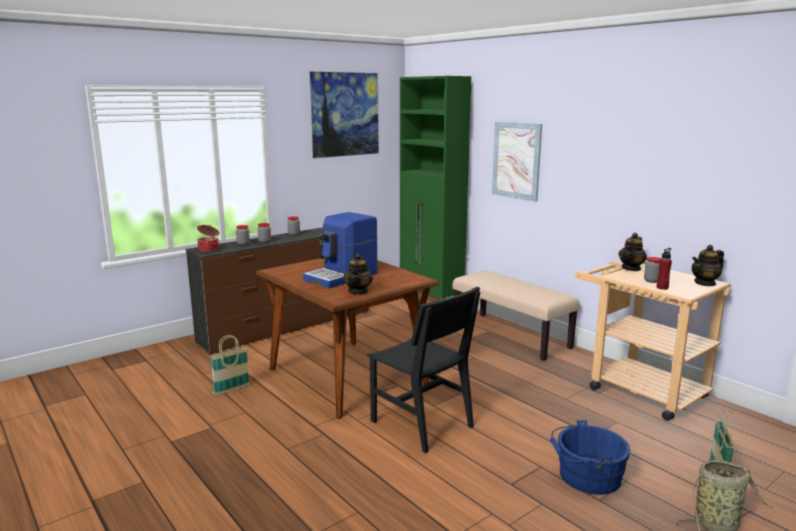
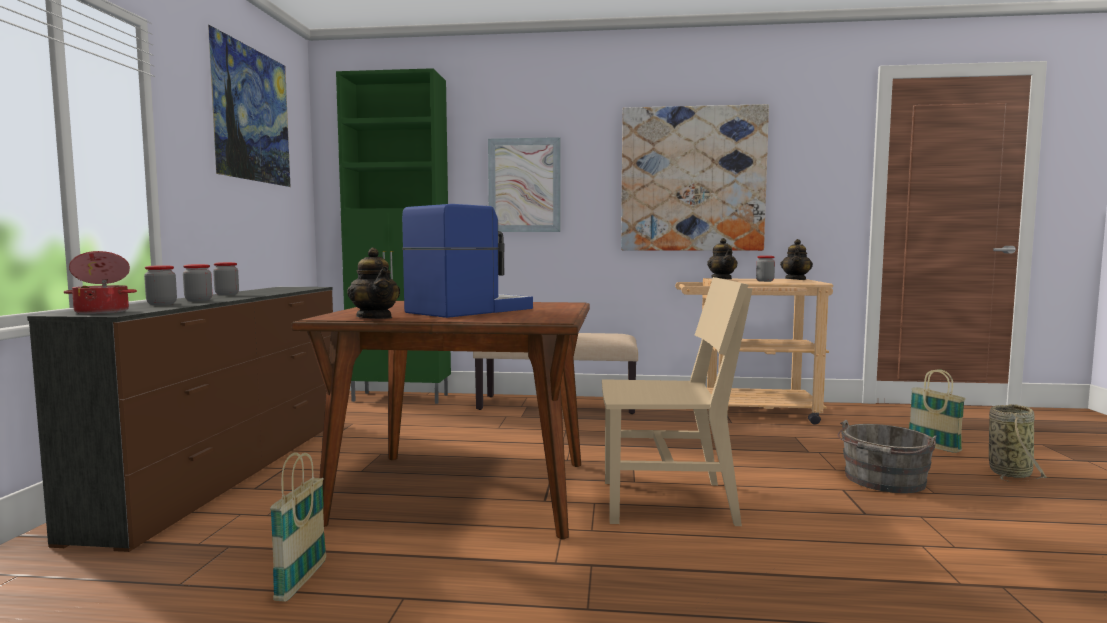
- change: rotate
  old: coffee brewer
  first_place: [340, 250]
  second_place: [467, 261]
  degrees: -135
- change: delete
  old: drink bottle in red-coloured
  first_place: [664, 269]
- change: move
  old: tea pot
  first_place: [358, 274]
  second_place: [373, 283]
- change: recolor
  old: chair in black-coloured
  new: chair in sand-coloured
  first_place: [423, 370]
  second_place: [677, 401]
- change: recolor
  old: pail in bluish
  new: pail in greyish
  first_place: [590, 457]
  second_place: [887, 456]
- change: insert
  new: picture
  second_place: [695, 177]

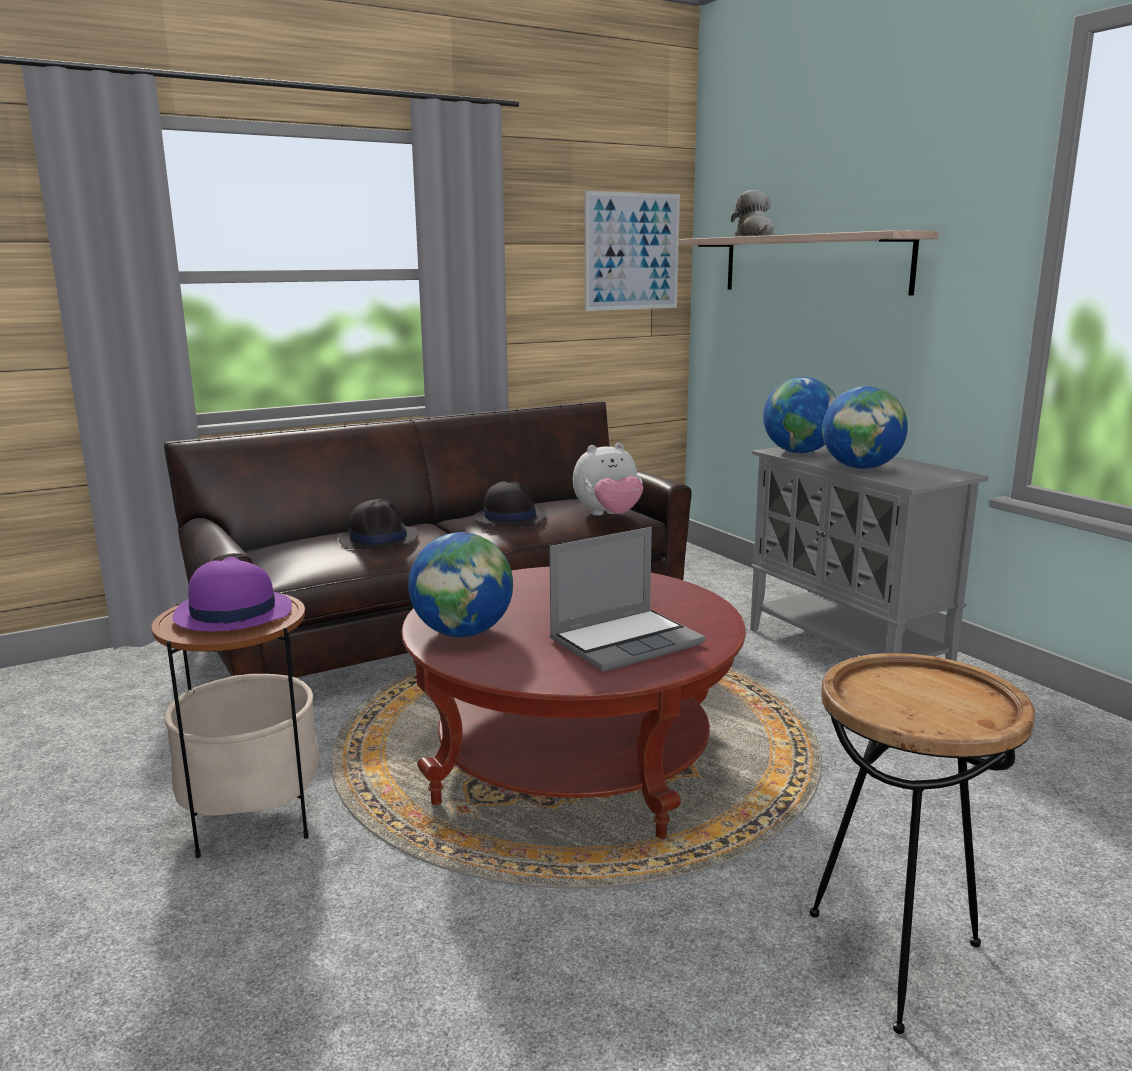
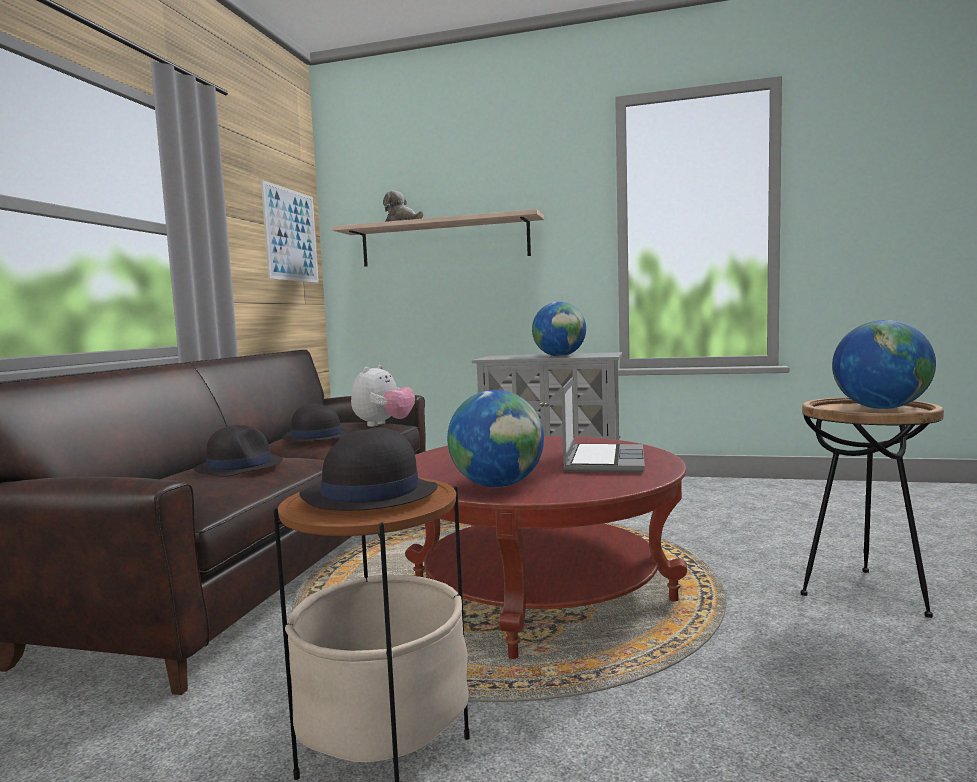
- change: move
  old: globe
  first_place: [800, 415]
  second_place: [884, 364]
- change: recolor
  old: clothing hat in purplish
  new: clothing hat in black-coloured
  first_place: [232, 594]
  second_place: [368, 469]

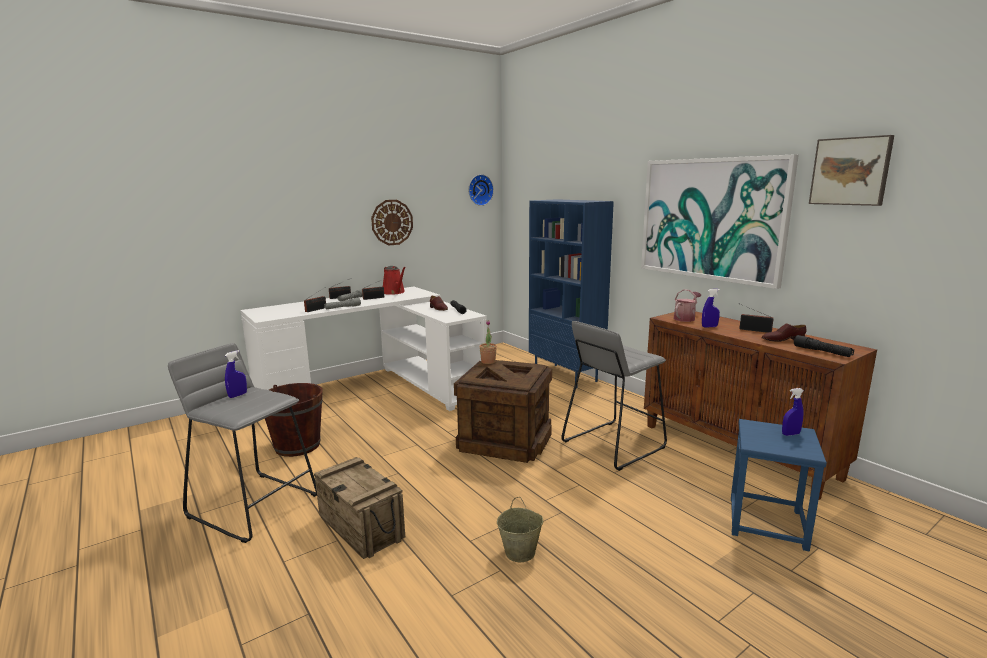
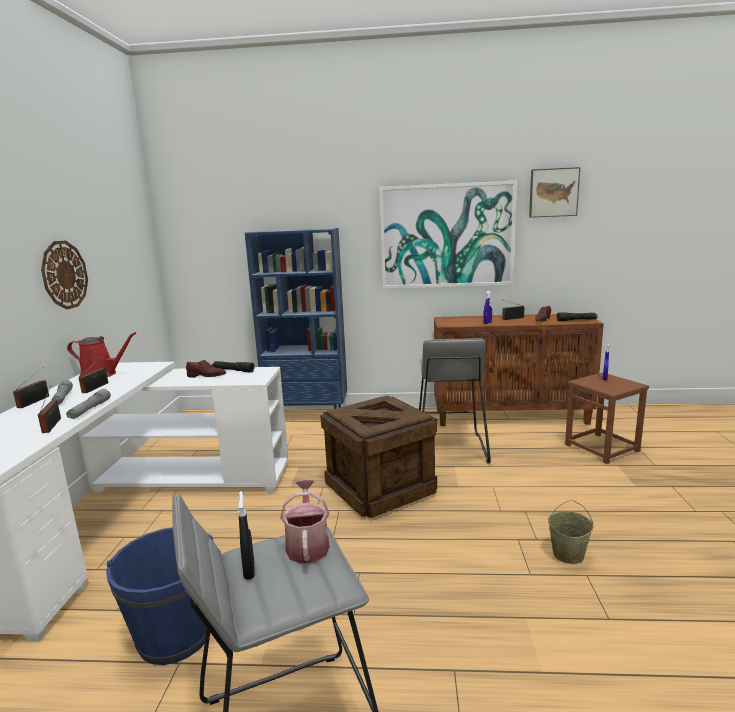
- change: delete
  old: wall clock
  first_place: [481, 190]
- change: move
  old: watering pot
  first_place: [687, 305]
  second_place: [305, 522]
- change: delete
  old: plant in a pot
  first_place: [488, 342]
- change: recolor
  old: hand sprayer in bluish
  new: hand sprayer in black-coloured
  first_place: [236, 374]
  second_place: [246, 535]
- change: recolor
  old: pail in brownish
  new: pail in bluish
  first_place: [294, 420]
  second_place: [160, 596]
- change: recolor
  old: sitting stool in bluish
  new: sitting stool in brownish
  first_place: [779, 485]
  second_place: [607, 418]
- change: delete
  old: shipping crate
  first_place: [359, 508]

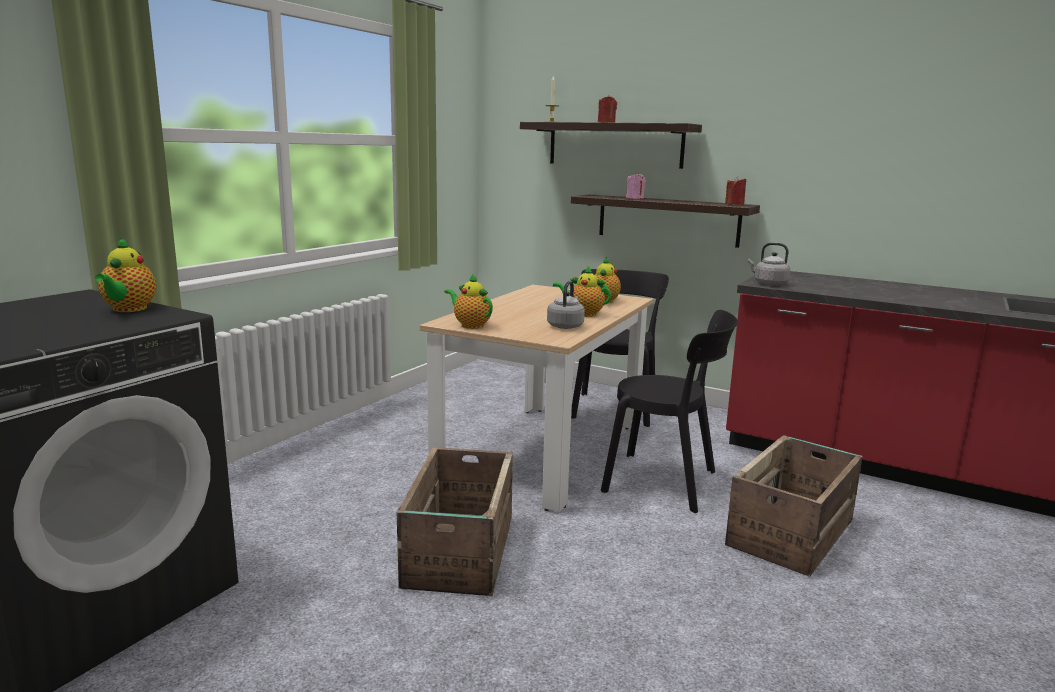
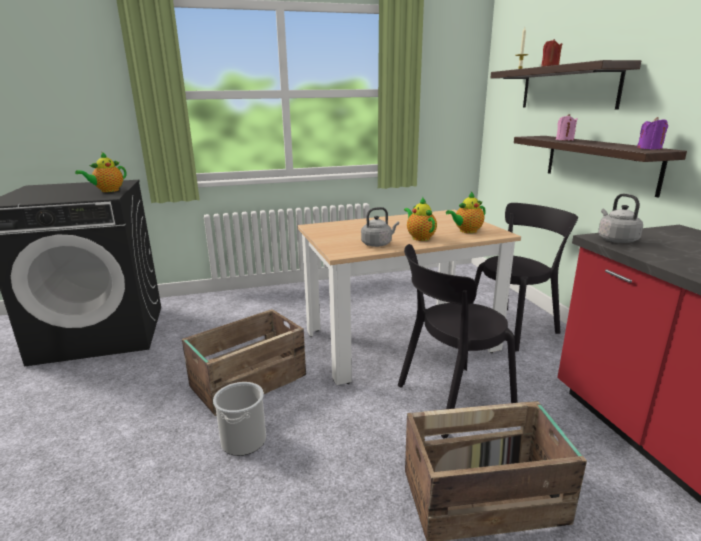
- change: recolor
  old: wax light in red-coloured
  new: wax light in purplish
  first_place: [736, 190]
  second_place: [652, 133]
- change: delete
  old: tea pot
  first_place: [468, 301]
- change: rotate
  old: chair in black-coloured
  first_place: [669, 411]
  second_place: [458, 341]
  degrees: 90
- change: insert
  new: pail
  second_place: [239, 419]

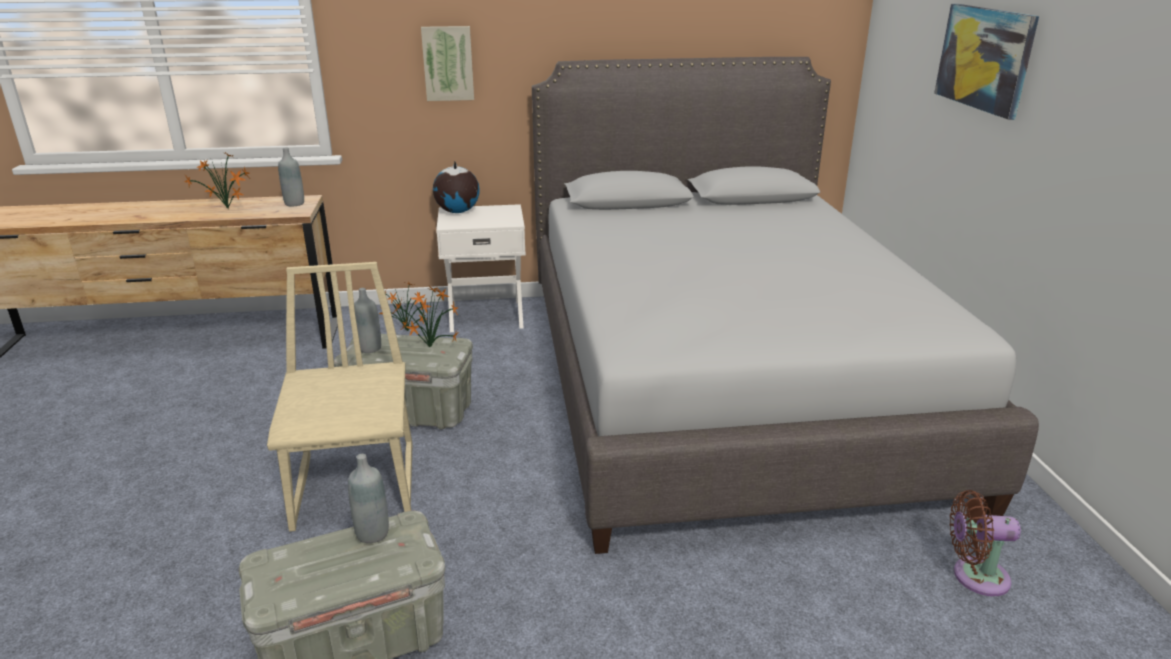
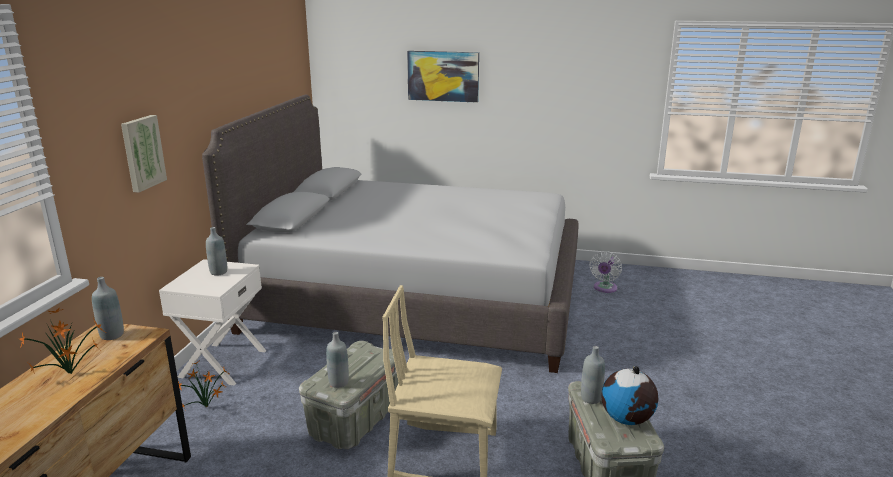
- change: move
  old: globe
  first_place: [456, 187]
  second_place: [630, 395]
- change: delete
  old: plant in a pot
  first_place: [425, 317]
- change: recolor
  old: cooling fan in brownish
  new: cooling fan in white-coloured
  first_place: [985, 543]
  second_place: [606, 272]
- change: insert
  new: drink bottle in greyish
  second_place: [216, 251]

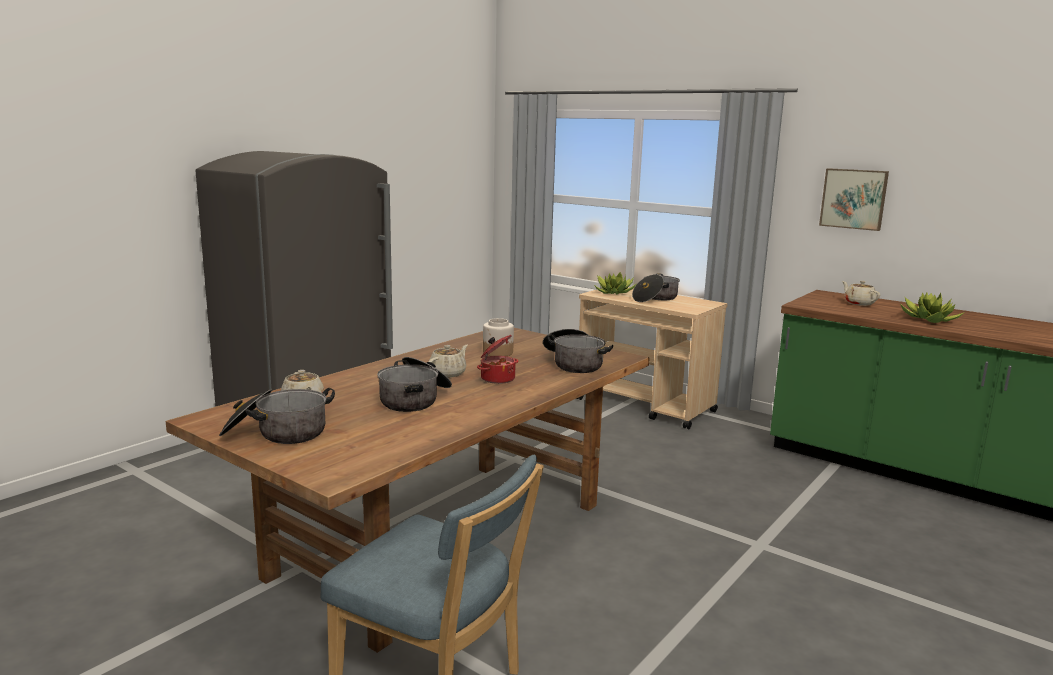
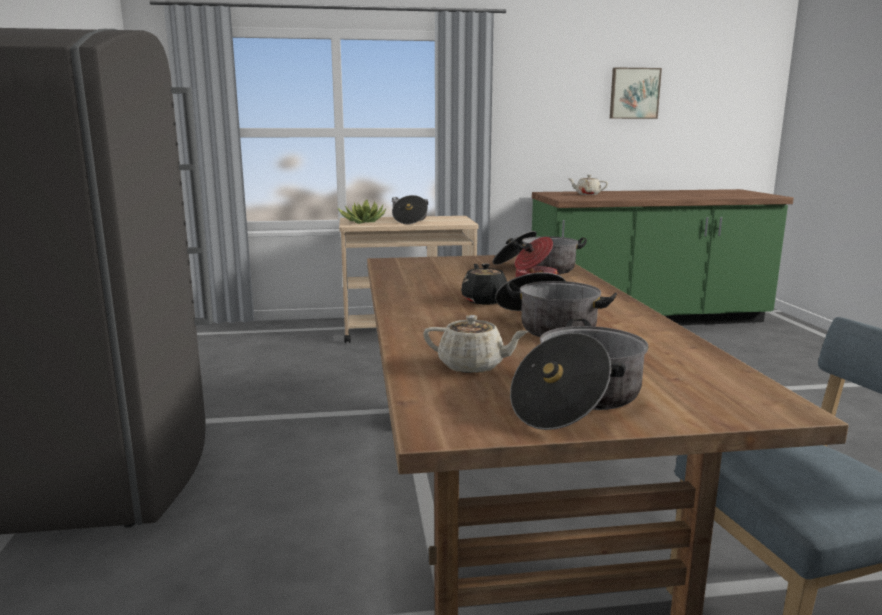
- change: move
  old: picture
  first_place: [854, 199]
  second_place: [636, 93]
- change: delete
  old: plant in a pot
  first_place: [932, 308]
- change: delete
  old: storage jar
  first_place: [498, 337]
- change: recolor
  old: tea pot in sand-coloured
  new: tea pot in black-coloured
  first_place: [448, 361]
  second_place: [484, 283]

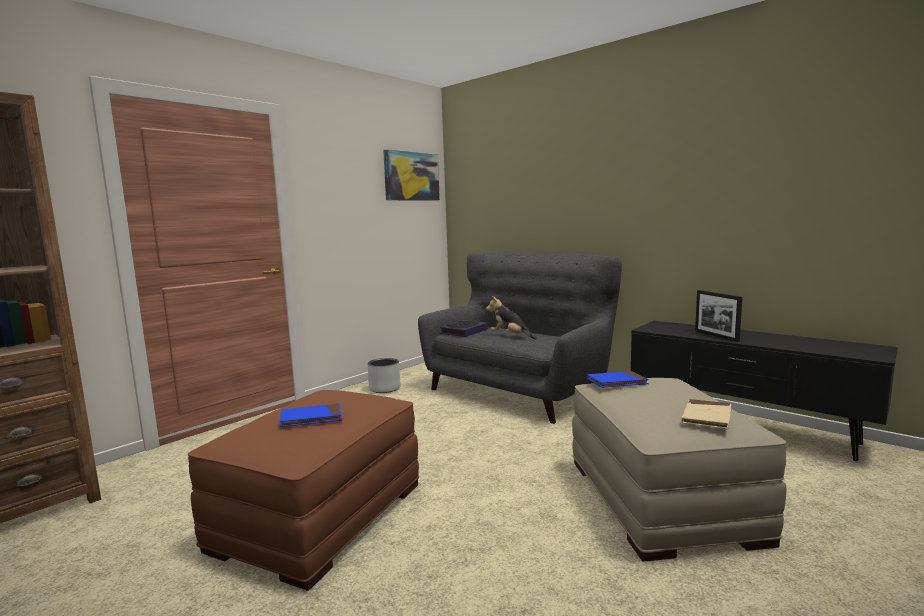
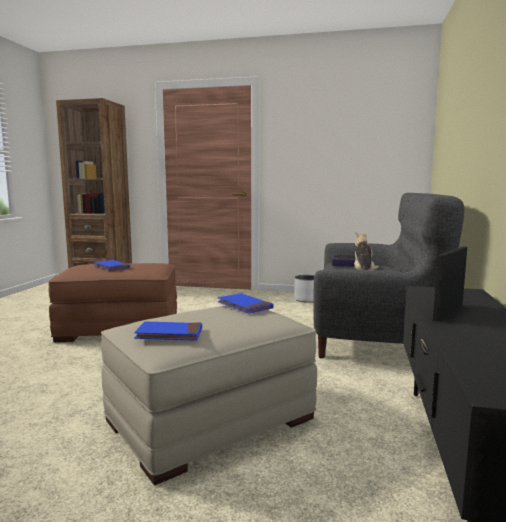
- change: delete
  old: picture
  first_place: [411, 175]
- change: recolor
  old: bound book in sand-coloured
  new: bound book in bluish
  first_place: [706, 414]
  second_place: [168, 331]

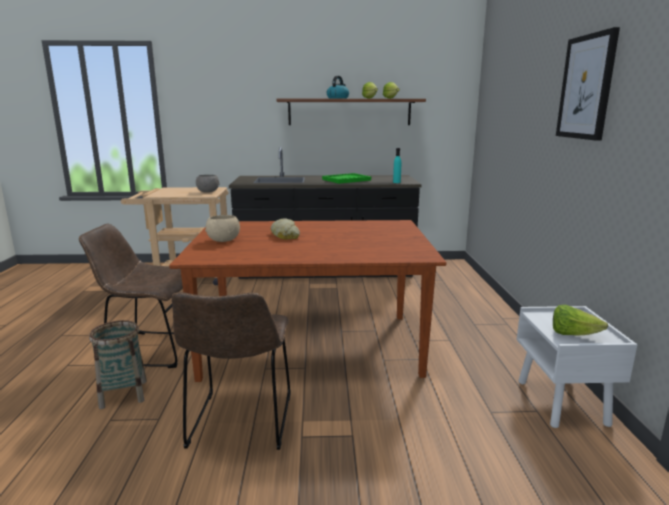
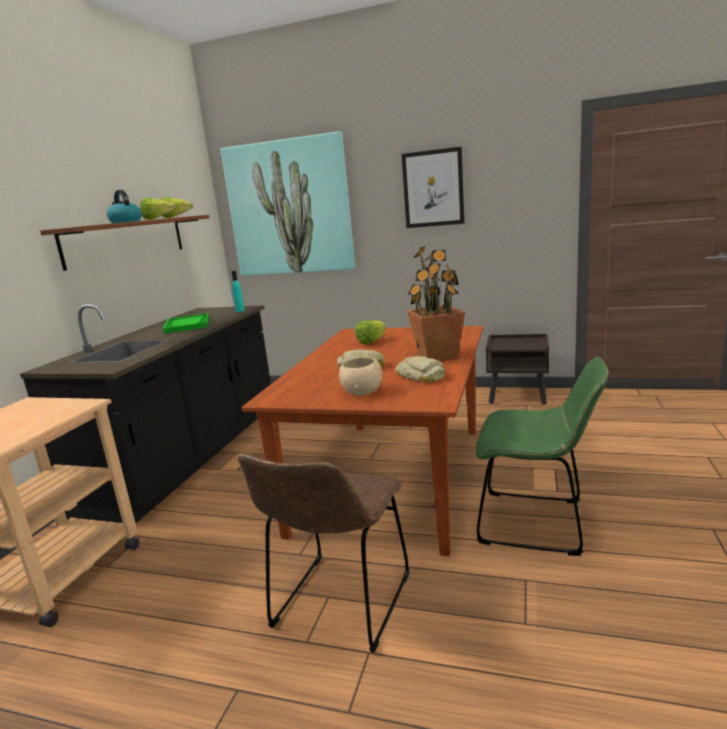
- change: delete
  old: deep dish in greyish
  first_place: [207, 183]
- change: recolor
  old: chair in brownish
  new: chair in green
  first_place: [231, 371]
  second_place: [542, 456]
- change: move
  old: lettuce head
  first_place: [580, 320]
  second_place: [370, 332]
- change: recolor
  old: nightstand in white-coloured
  new: nightstand in brownish
  first_place: [577, 367]
  second_place: [517, 369]
- change: delete
  old: storage basket
  first_place: [118, 364]
- change: insert
  new: picture
  second_place: [287, 203]
- change: insert
  new: plant in a pot
  second_place: [436, 303]
- change: insert
  new: bread
  second_place: [420, 369]

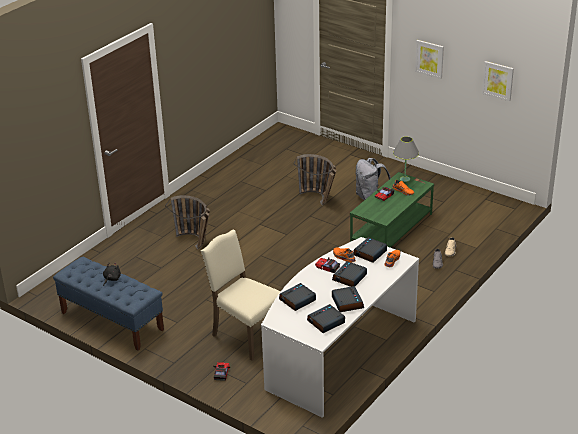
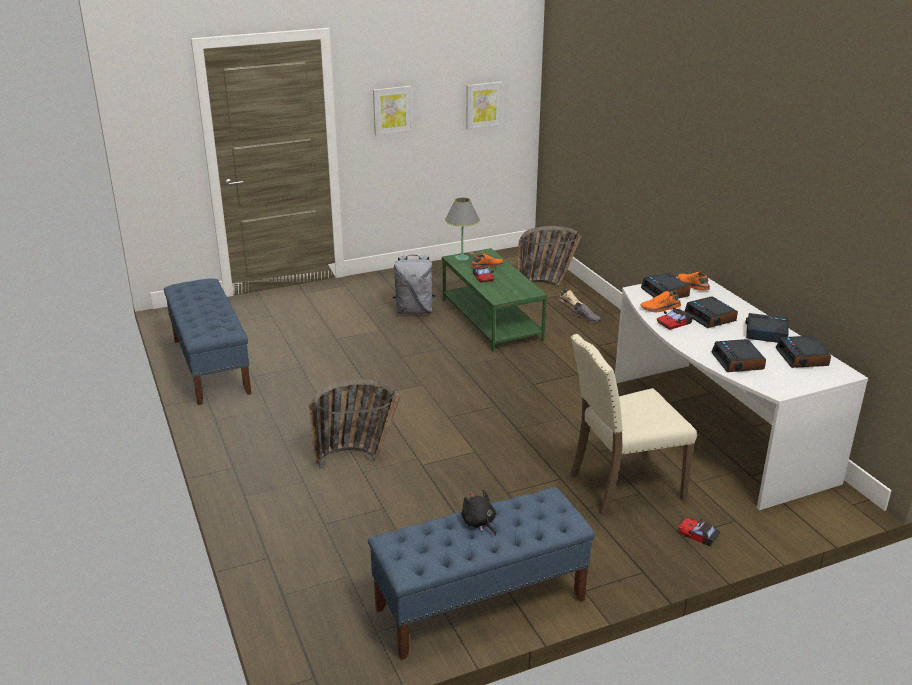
- change: move
  old: storage basket
  first_place: [314, 179]
  second_place: [549, 257]
- change: insert
  new: long seat in bluish
  second_place: [207, 342]

